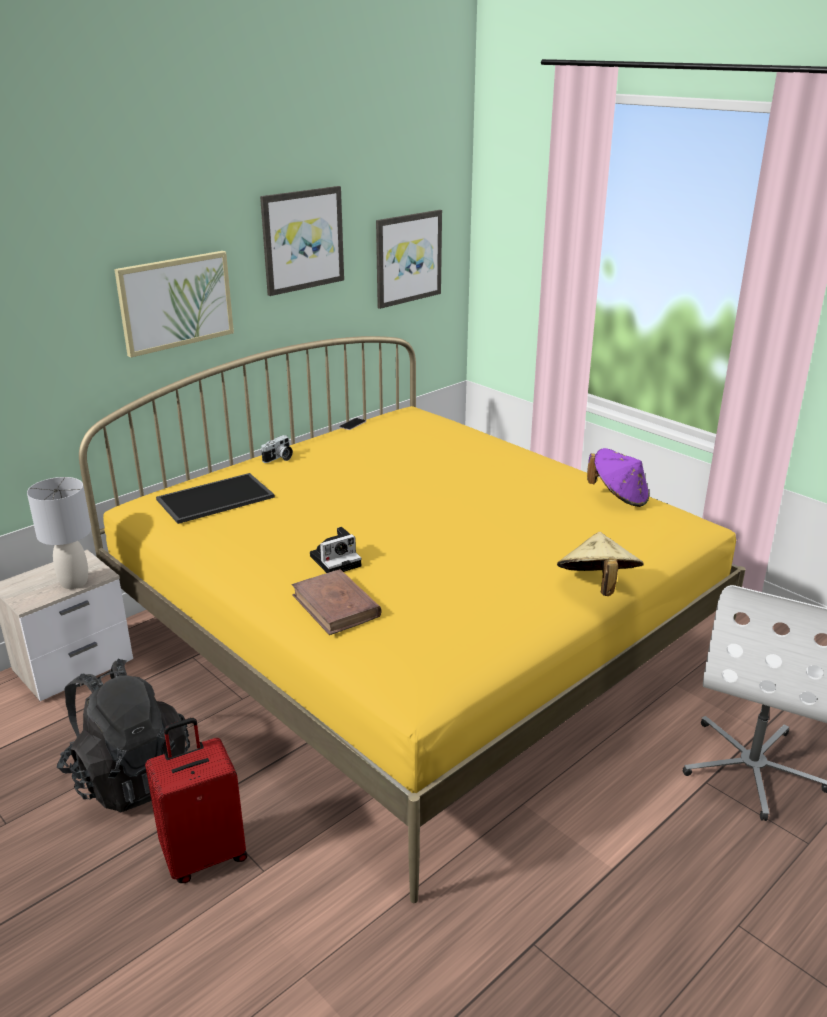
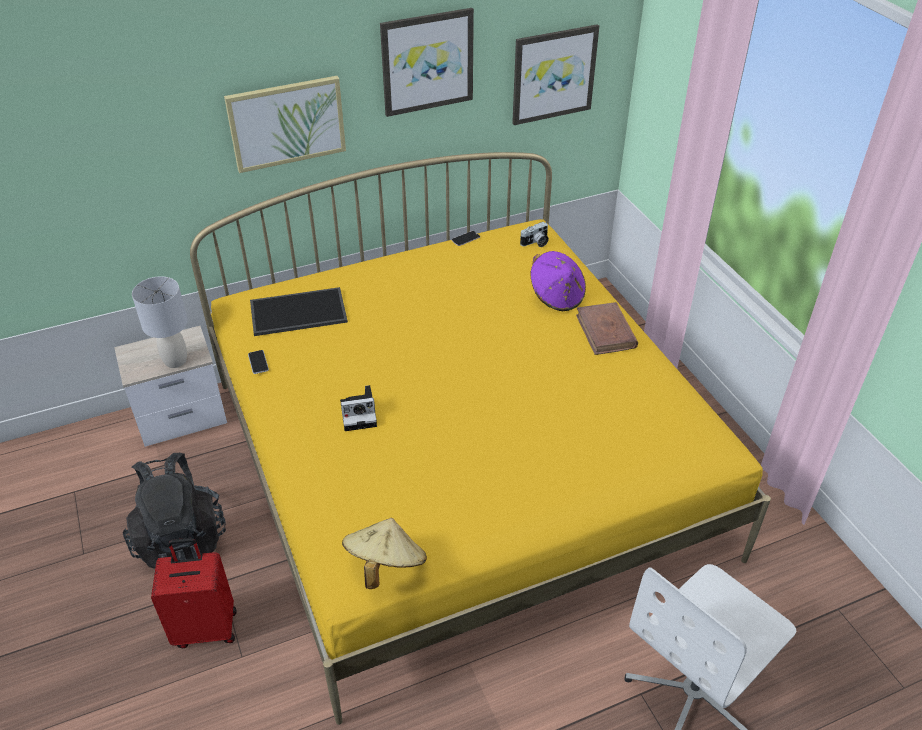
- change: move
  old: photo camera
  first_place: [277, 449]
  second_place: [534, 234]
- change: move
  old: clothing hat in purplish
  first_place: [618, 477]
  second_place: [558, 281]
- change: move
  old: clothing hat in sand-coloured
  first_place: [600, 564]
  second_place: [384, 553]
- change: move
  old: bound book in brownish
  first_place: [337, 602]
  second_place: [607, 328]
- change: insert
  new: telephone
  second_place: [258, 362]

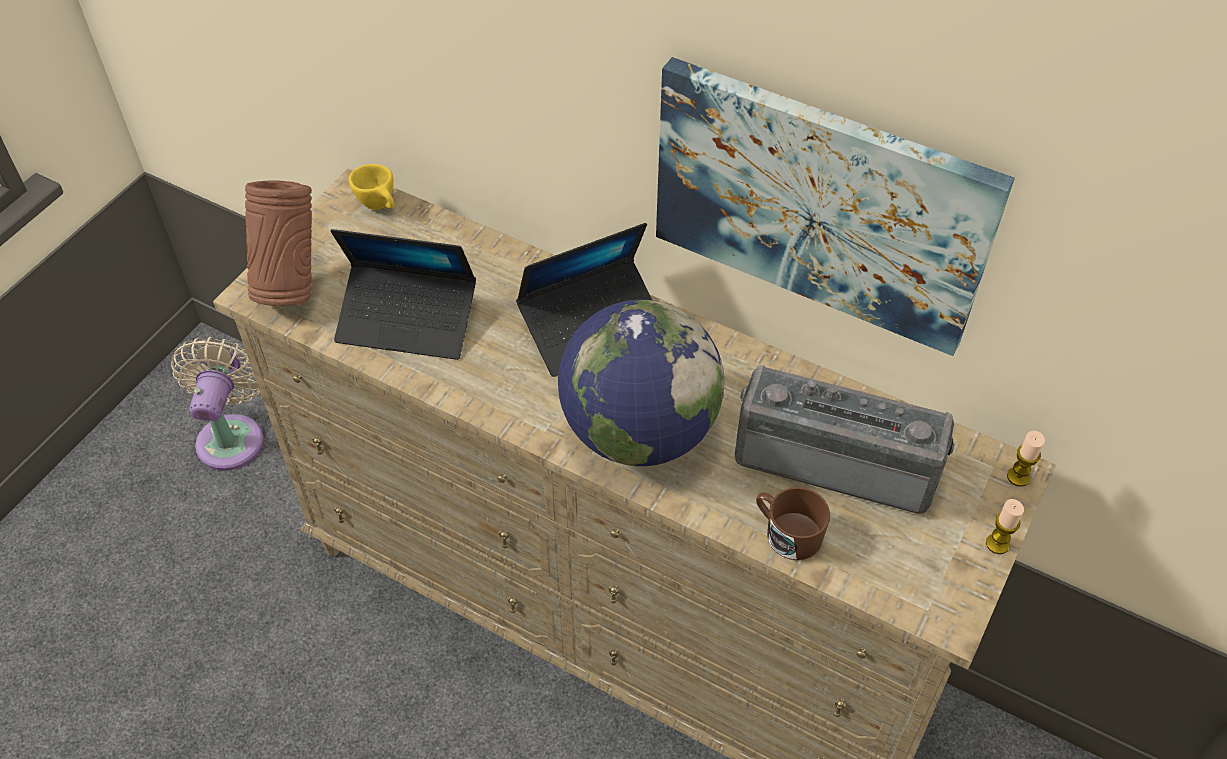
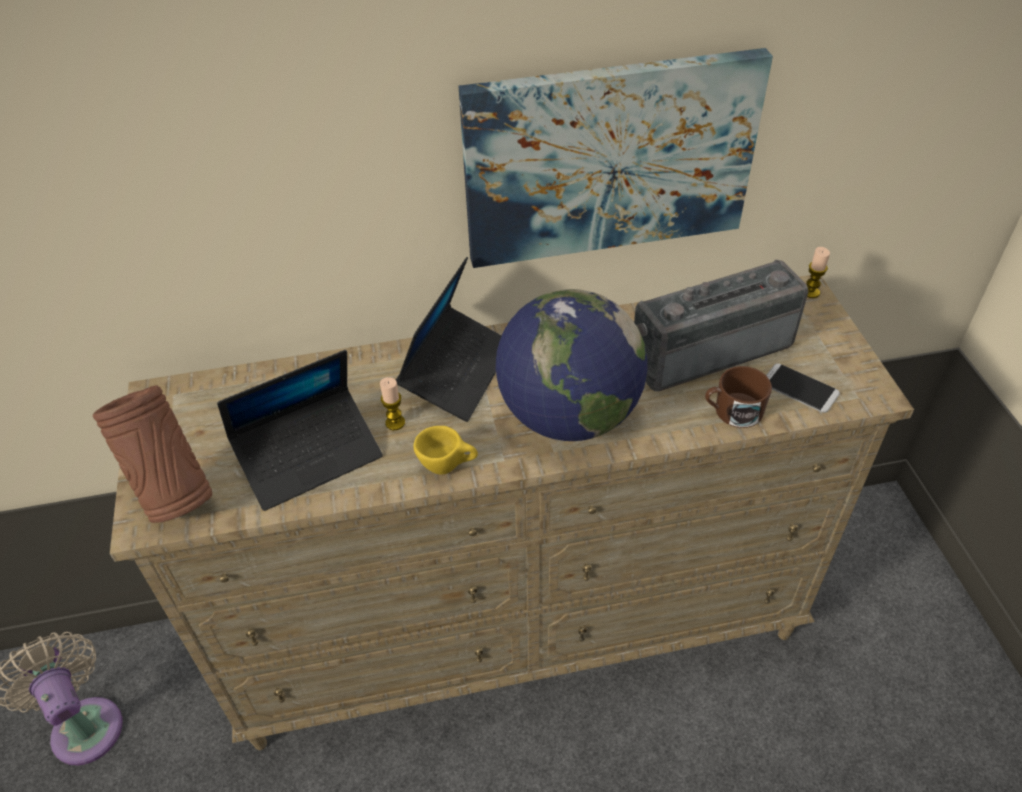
- change: move
  old: small cup in yellow
  first_place: [372, 187]
  second_place: [445, 450]
- change: move
  old: wax light
  first_place: [1005, 526]
  second_place: [392, 403]
- change: insert
  new: telephone
  second_place: [803, 388]

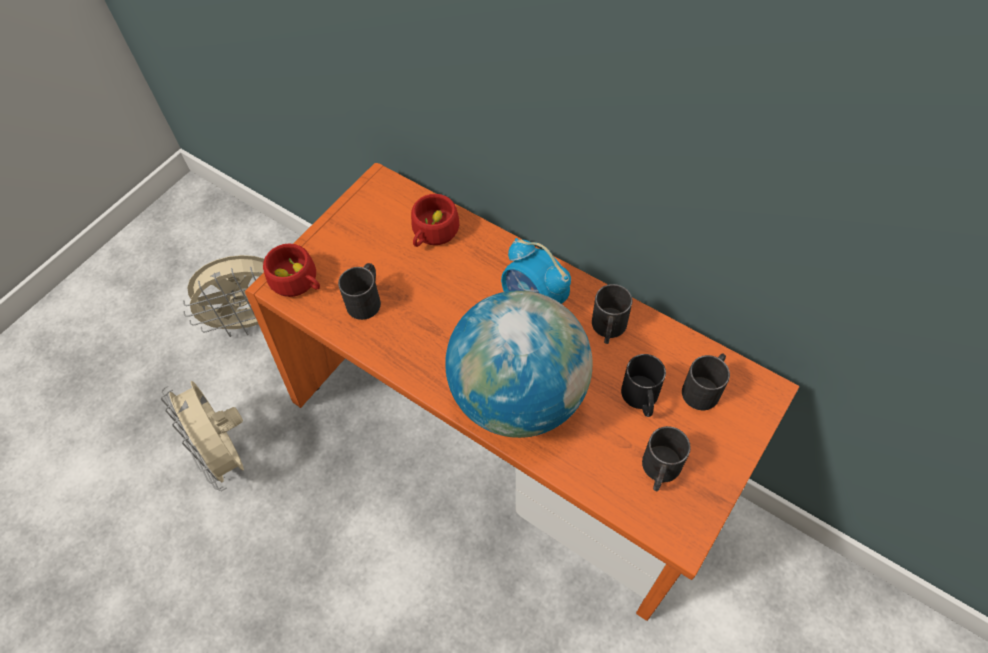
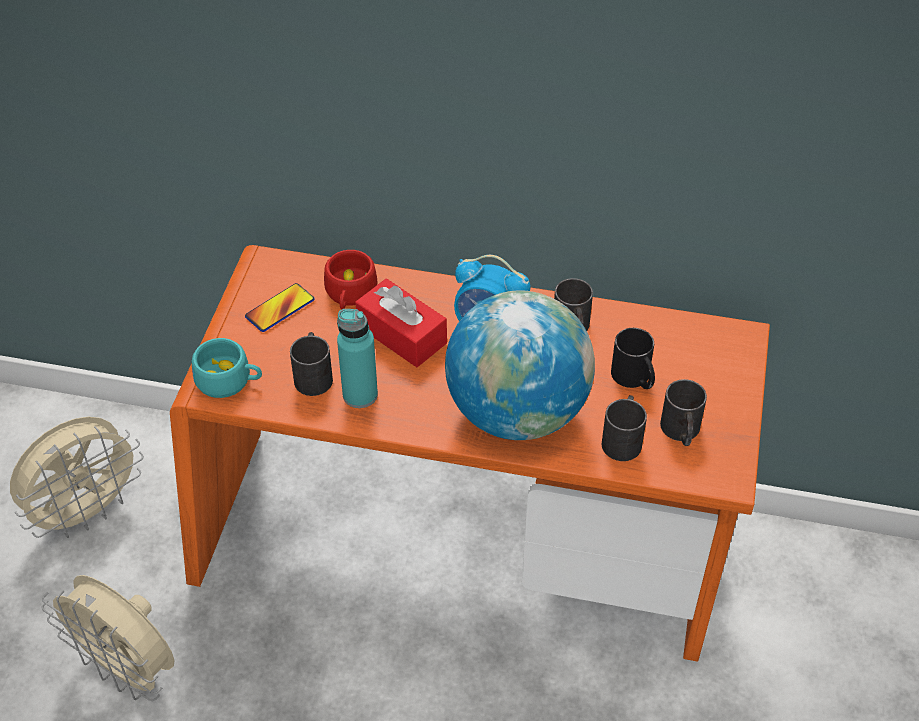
- change: recolor
  old: small cup in red-coloured
  new: small cup in turquoise-coloured
  first_place: [291, 270]
  second_place: [227, 368]
- change: move
  old: coffee mug in black-coloured
  first_place: [706, 382]
  second_place: [624, 428]
- change: insert
  new: tissue box in red-coloured
  second_place: [401, 323]
- change: insert
  new: telephone
  second_place: [279, 307]
- change: insert
  new: drink bottle in turquoise-coloured
  second_place: [357, 358]

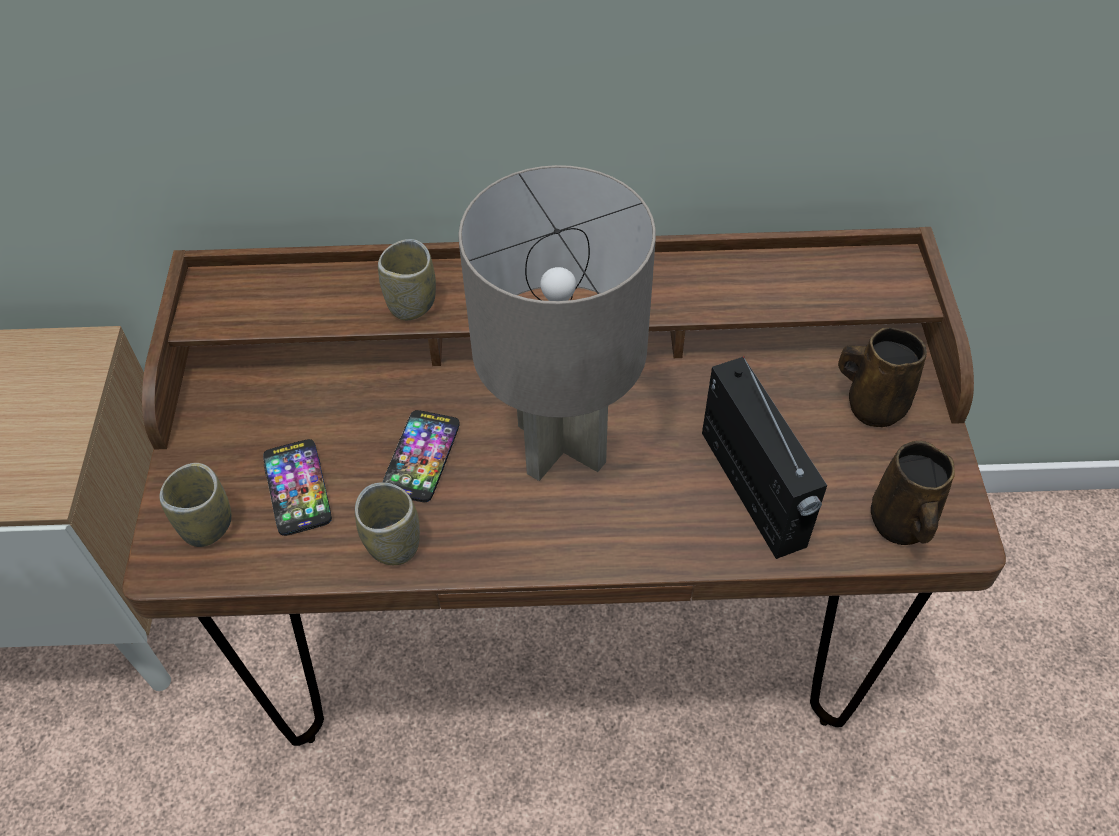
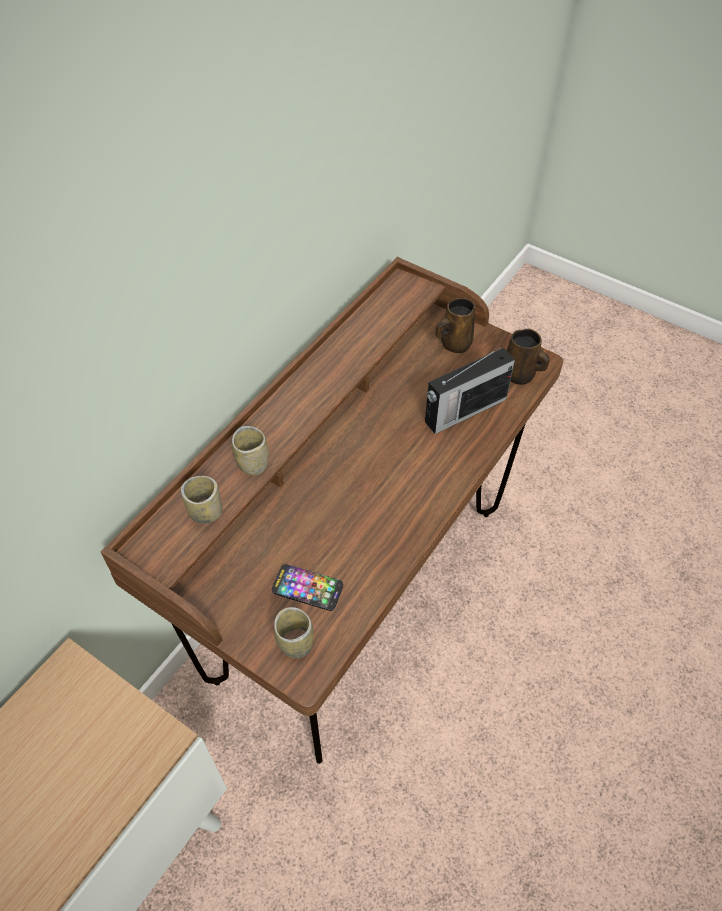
- change: delete
  old: table lamp in greyish
  first_place: [557, 323]
- change: rotate
  old: radio
  first_place: [764, 457]
  second_place: [470, 390]
  degrees: 135
- change: delete
  old: telephone
  first_place: [421, 456]
- change: move
  old: small cup
  first_place: [387, 523]
  second_place: [201, 500]

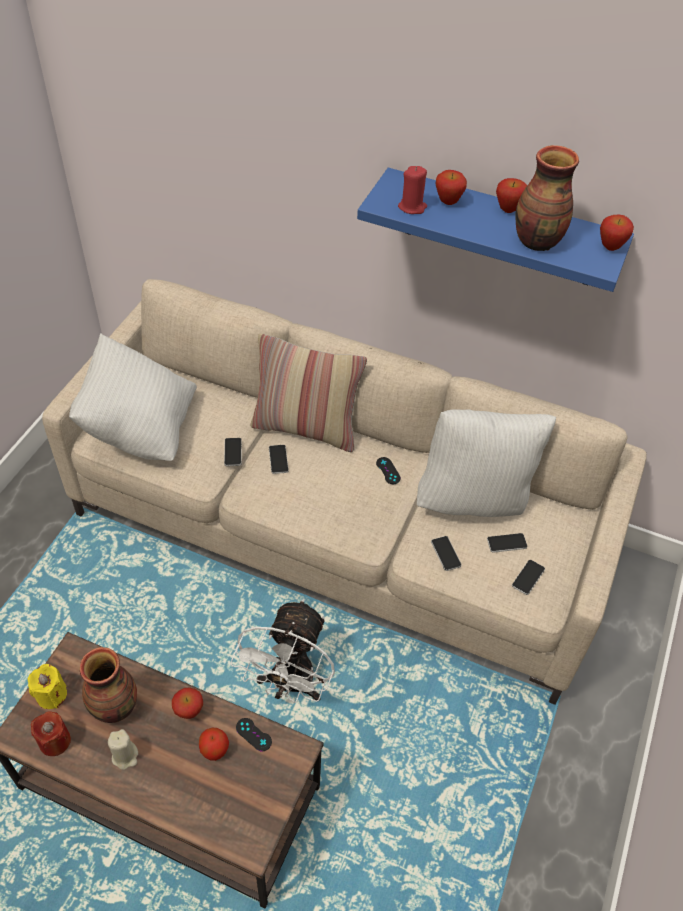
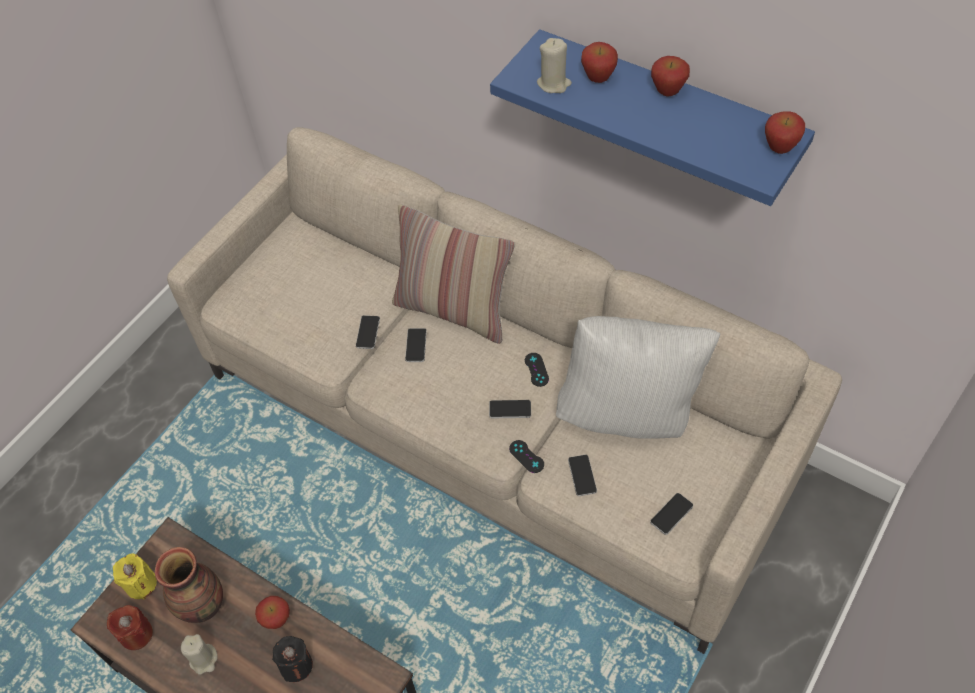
- change: delete
  old: vase
  first_place: [547, 198]
- change: recolor
  old: wax light in red-coloured
  new: wax light in sand-coloured
  first_place: [412, 190]
  second_place: [554, 65]
- change: delete
  old: cushion in white-coloured
  first_place: [133, 397]
- change: move
  old: telephone
  first_place: [507, 543]
  second_place: [510, 409]
- change: delete
  old: cooling fan in white-coloured
  first_place: [282, 651]
- change: move
  old: game controller in black-coloured
  first_place: [254, 734]
  second_place: [526, 456]
- change: replace
  old: apple fruit
  new: wax light in black-coloured
  first_place: [214, 744]
  second_place: [292, 659]

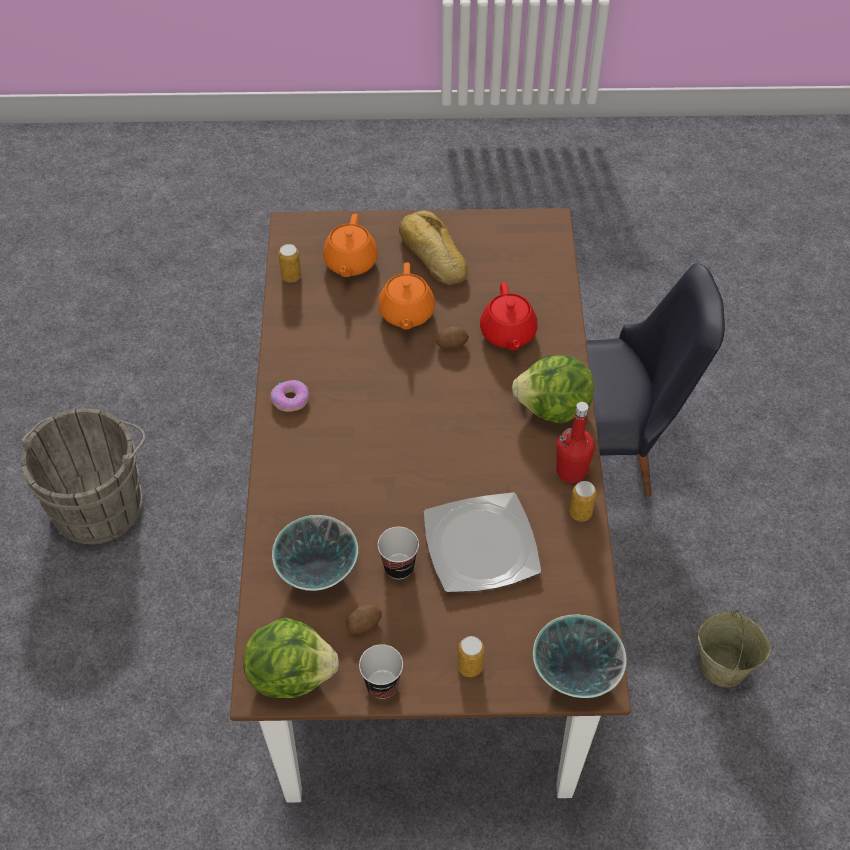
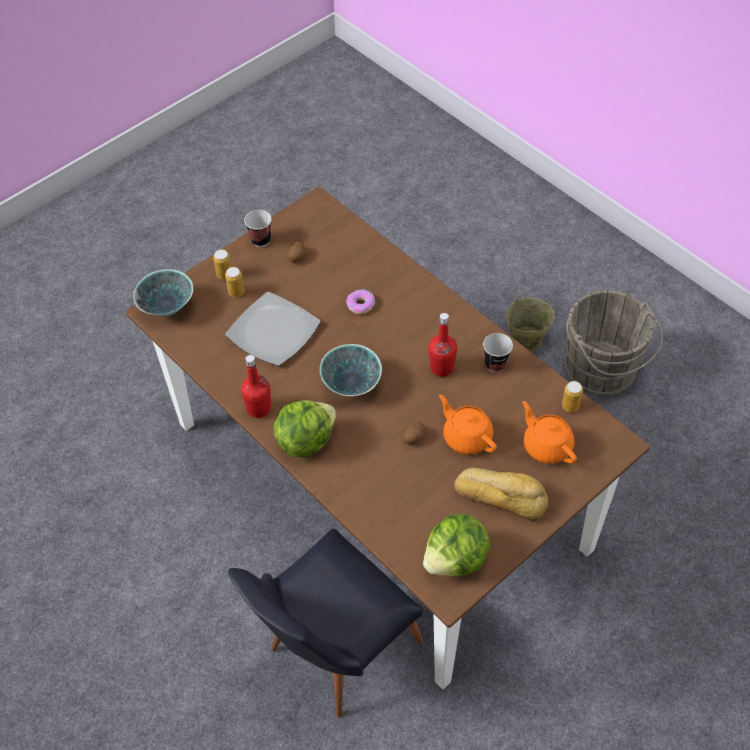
- change: delete
  old: tea pot in red-coloured
  first_place: [508, 316]
- change: move
  old: doughnut
  first_place: [290, 396]
  second_place: [360, 301]
- change: move
  old: can
  first_place: [583, 501]
  second_place: [234, 282]
- change: move
  old: deep dish
  first_place: [315, 553]
  second_place: [351, 370]
- change: move
  old: small cup
  first_place: [398, 553]
  second_place: [498, 352]
- change: move
  old: pail in sand-coloured
  first_place: [734, 648]
  second_place: [530, 323]
- change: move
  old: lettuce head
  first_place: [291, 657]
  second_place: [456, 545]
- change: insert
  new: drink bottle in red-coloured
  second_place: [442, 345]

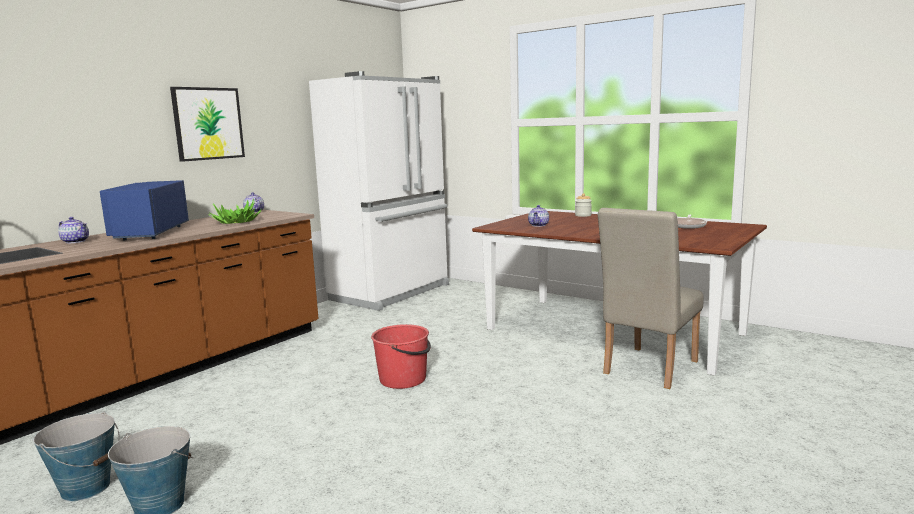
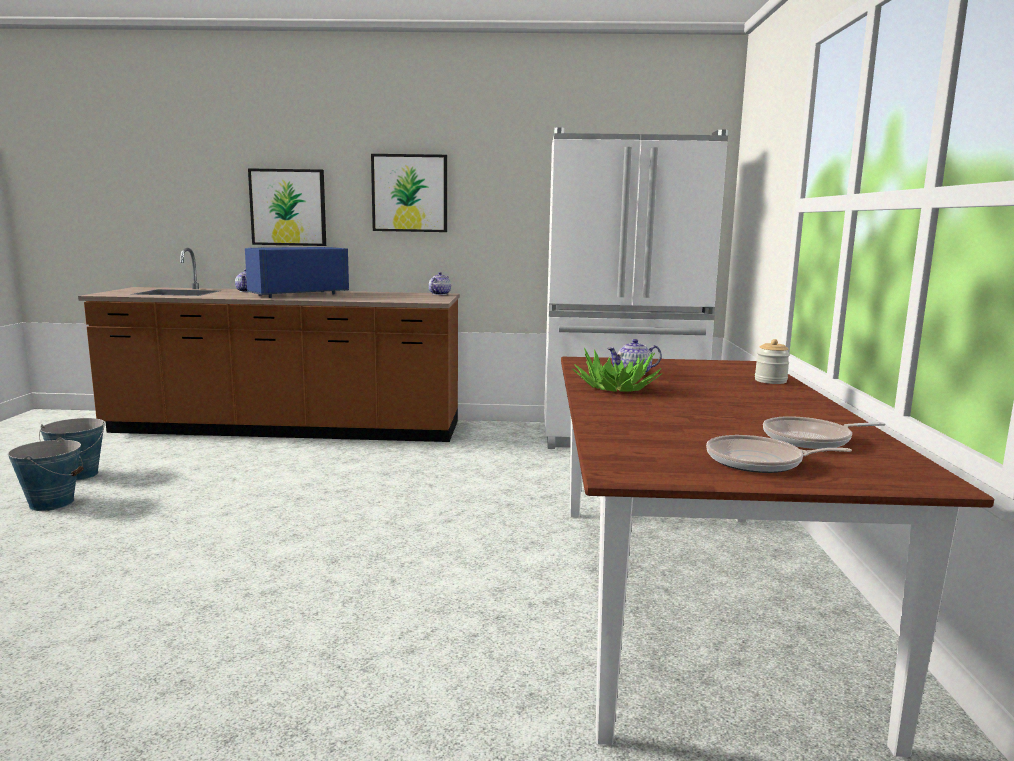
- change: move
  old: plant in a pot
  first_place: [235, 211]
  second_place: [616, 370]
- change: delete
  old: chair in sand-coloured
  first_place: [651, 298]
- change: delete
  old: pail in red-coloured
  first_place: [401, 356]
- change: insert
  new: picture
  second_place: [287, 207]
- change: insert
  new: pan
  second_place: [779, 454]

